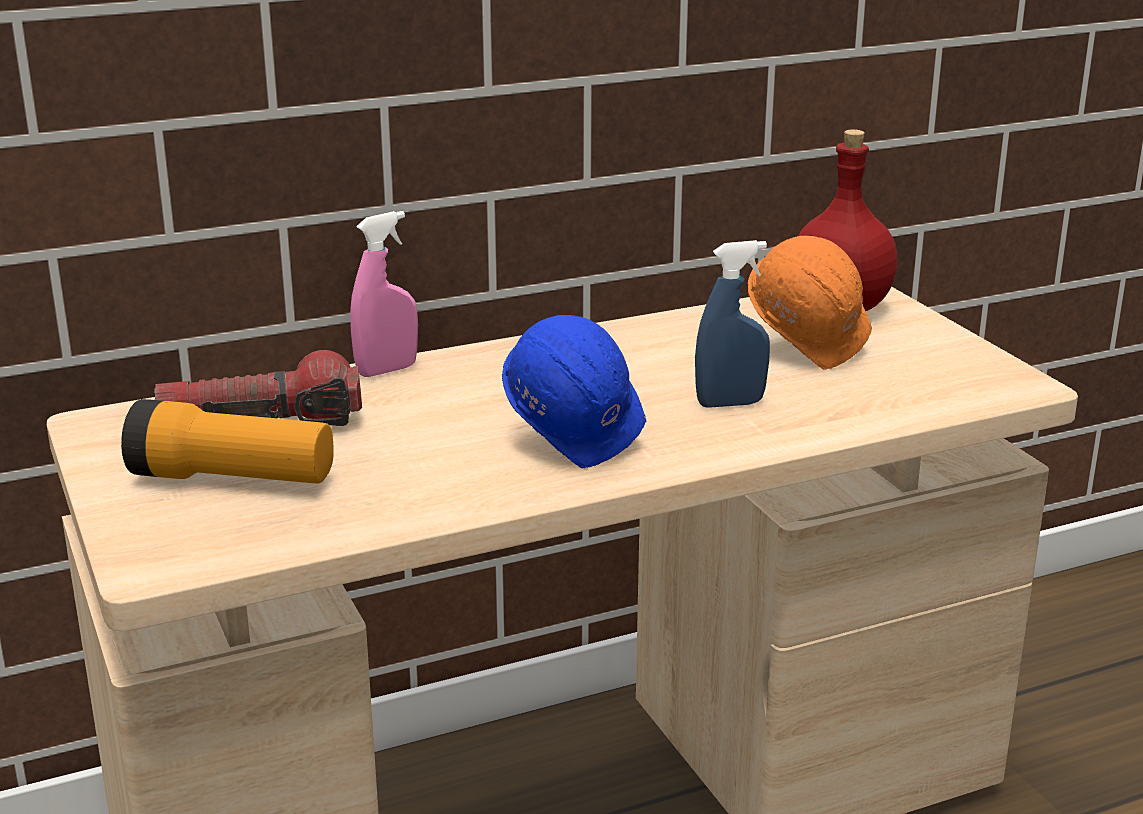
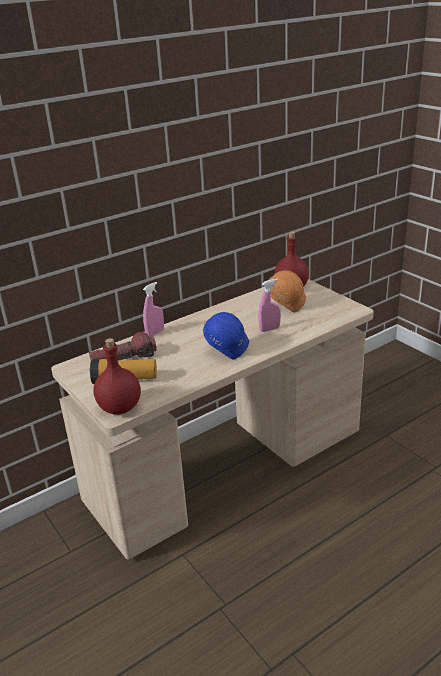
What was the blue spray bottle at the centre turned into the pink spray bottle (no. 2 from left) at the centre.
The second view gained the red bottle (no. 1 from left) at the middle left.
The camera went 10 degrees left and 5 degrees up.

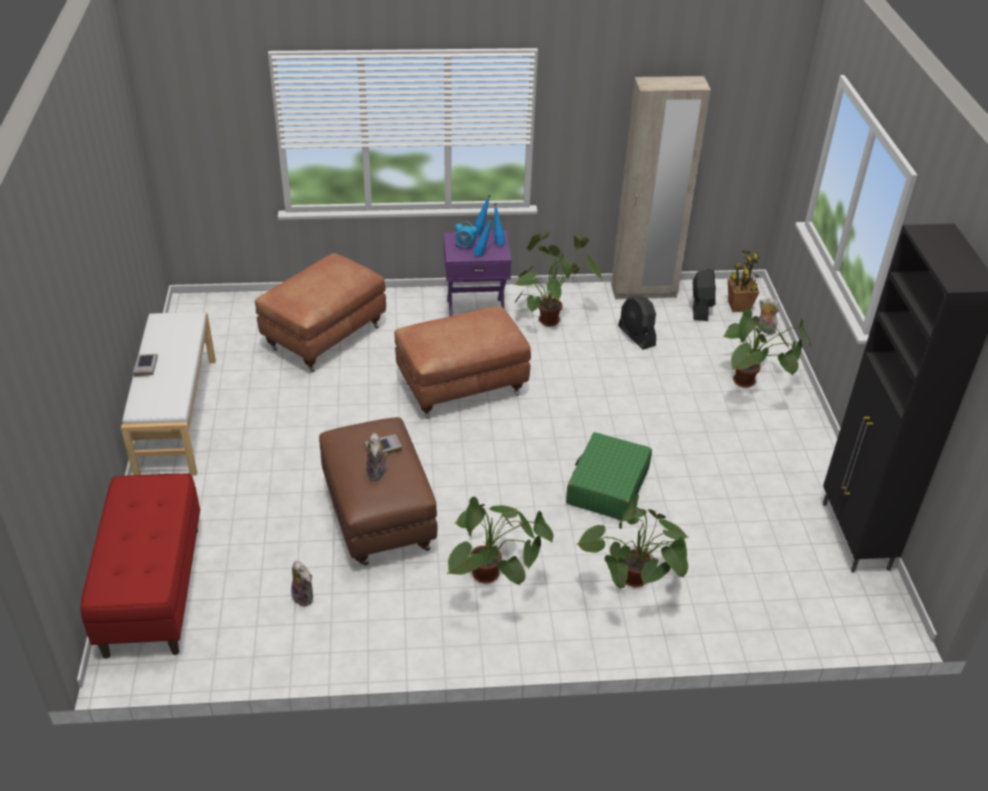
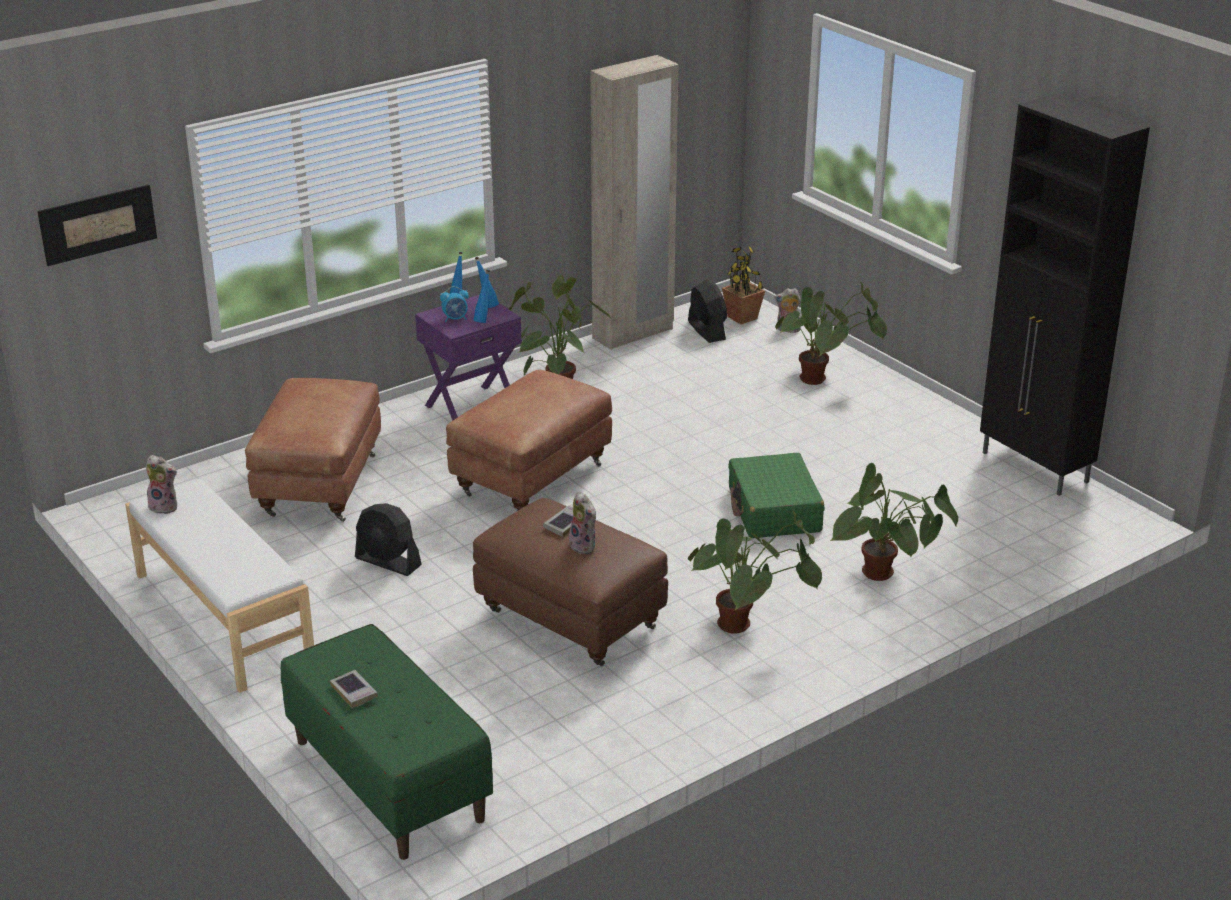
The black fan (no. 1 from left) ended up elsewhere, having gone from the centre to the middle left.
The book (no. 1 from left) ended up elsewhere, having gone from the middle left to the bottom left.
What was the red bench at the bottom left turned into the green bench at the bottom left.
The plush toy (no. 1 from left) ended up elsewhere, having gone from the bottom left to the middle left.
The second view gained the picture at the top left.
The camera went 30 degrees left and 10 degrees down.

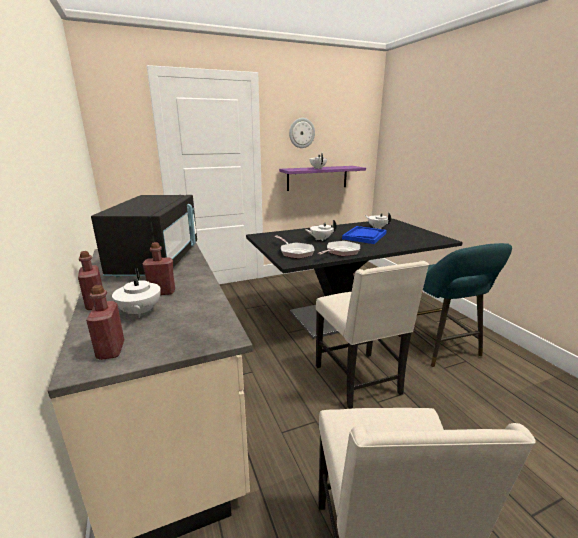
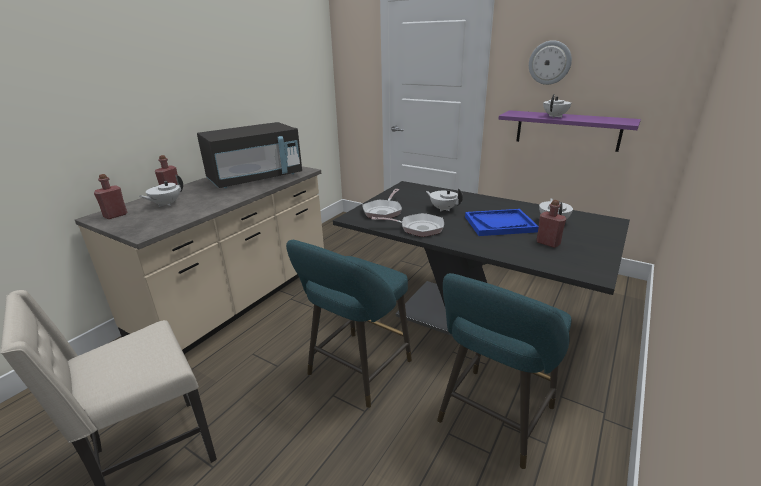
The red bottle (no. 3 from left) ended up elsewhere, having gone from the middle left to the middle right.
Where the beige chair (no. 1 from left) stood at the centre, the turquoise stool (no. 1 from left) came to stand at the bottom centre.
The camera went 55 degrees right and 5 degrees up.

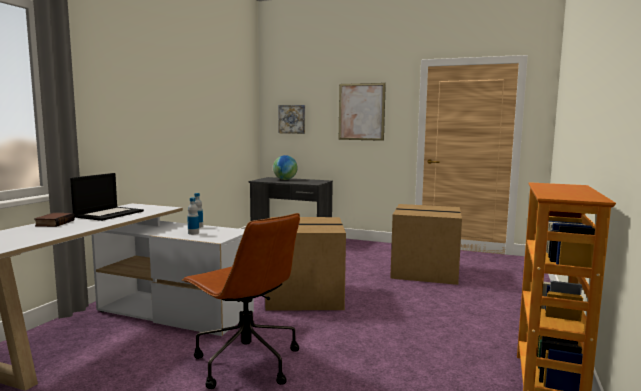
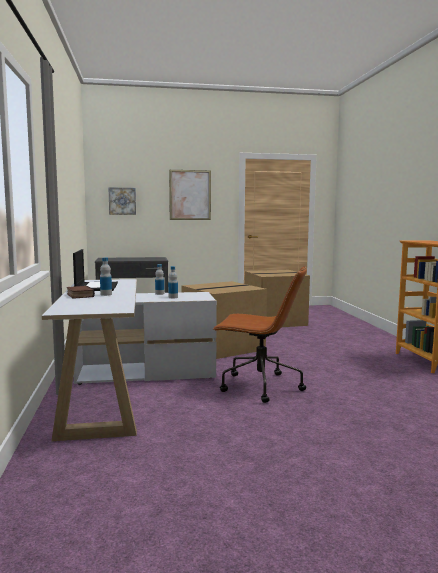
The second view lost the globe at the centre.
The second view gained the bottle (no. 1 from left) at the middle left.
The camera went 30 degrees left and 0 degrees up.

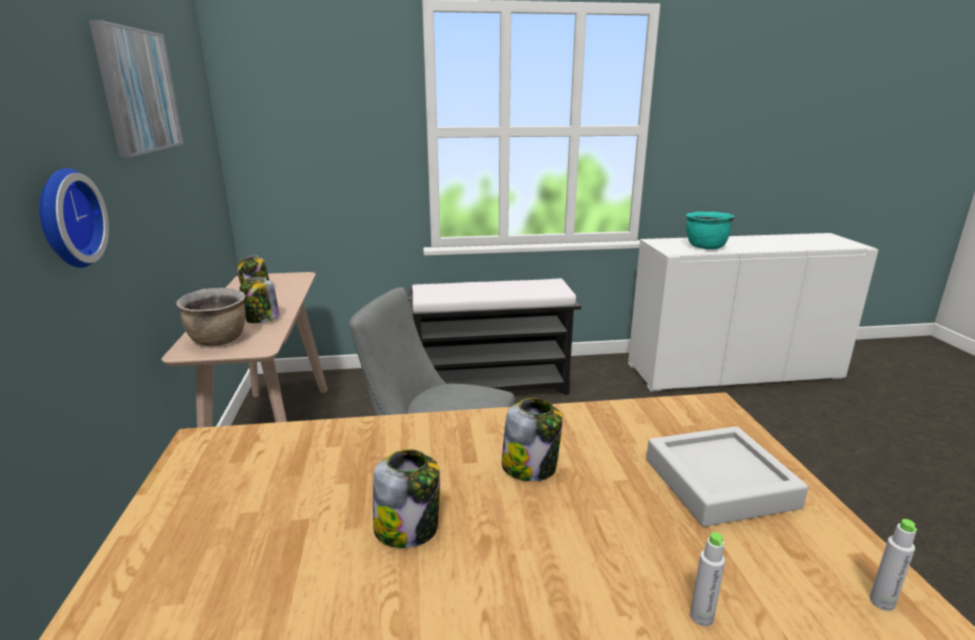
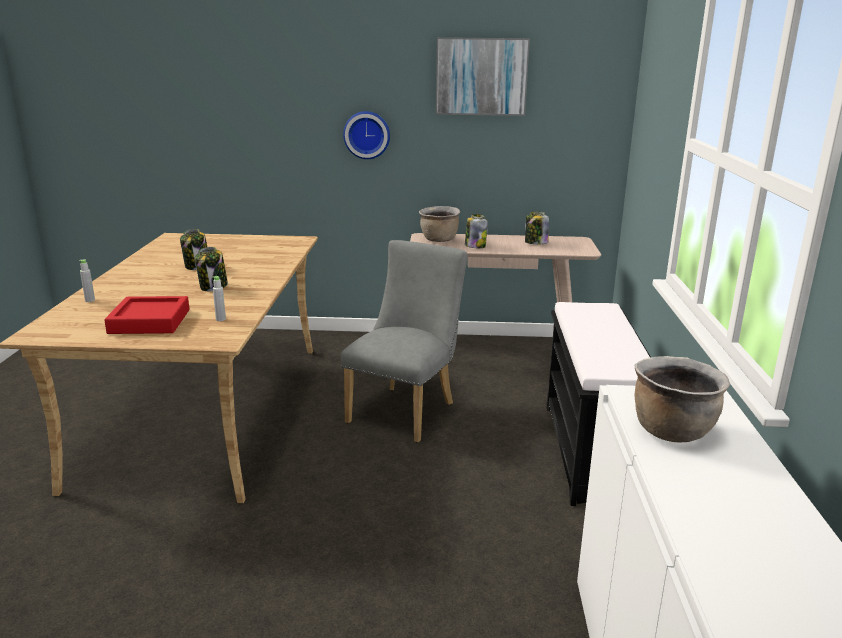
What was the turquoise cooking pot at the middle right turned into the brown cooking pot (no. 2 from left) at the middle right.
What was the grey tray at the bottom right turned into the red tray at the middle left.
The grey bottle (no. 2 from left) ended up elsewhere, having gone from the bottom right to the middle left.
The camera went 100 degrees right and 0 degrees up.

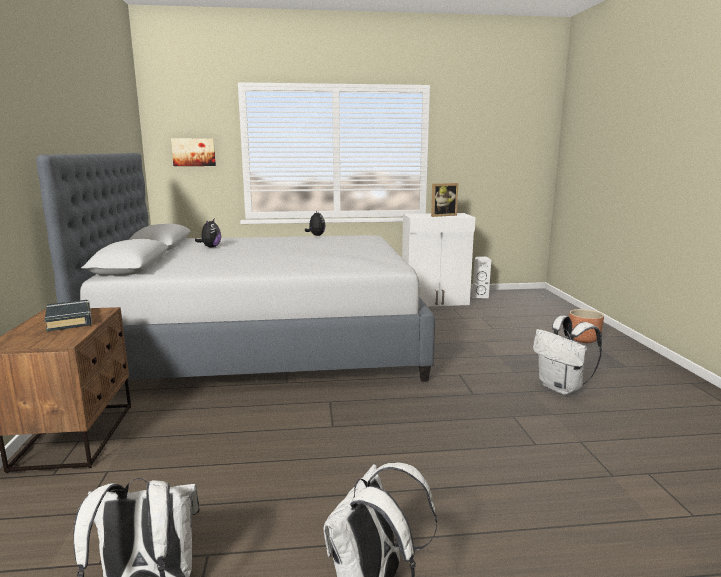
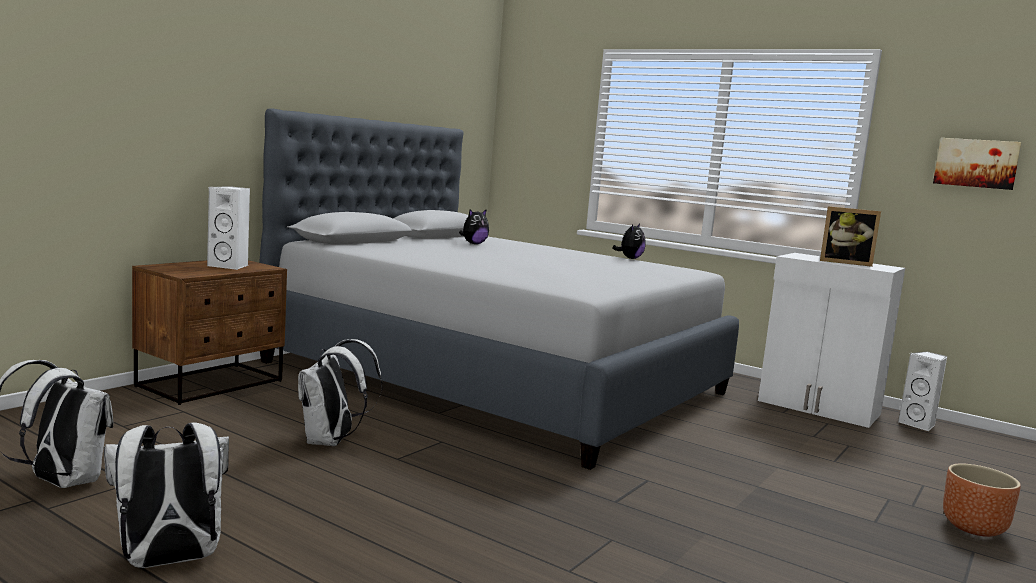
The picture ended up elsewhere, having gone from the top left to the top right.
Where the black book stood at the middle left, the white speaker (no. 1 from left) came to stand at the middle left.
The white backpack (no. 3 from left) ended up elsewhere, having gone from the middle right to the bottom left.
The camera went 40 degrees right and 5 degrees down.

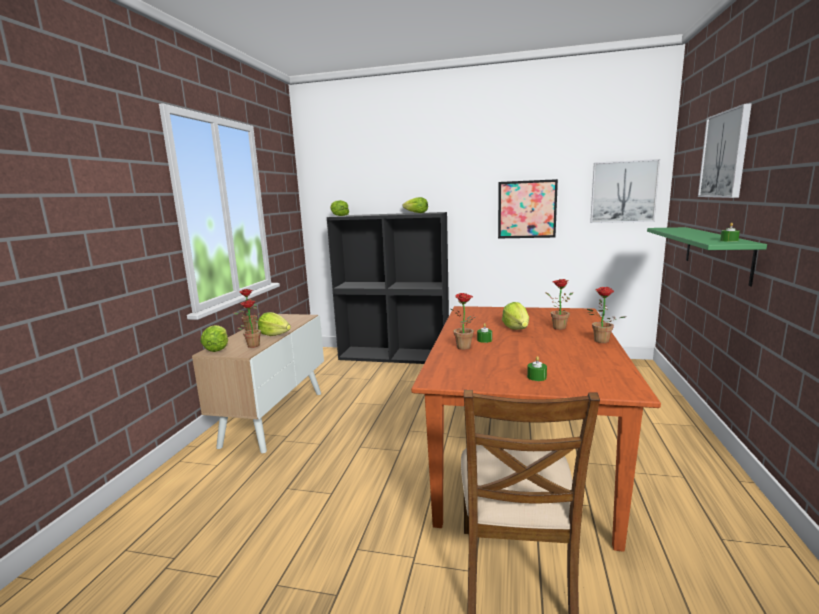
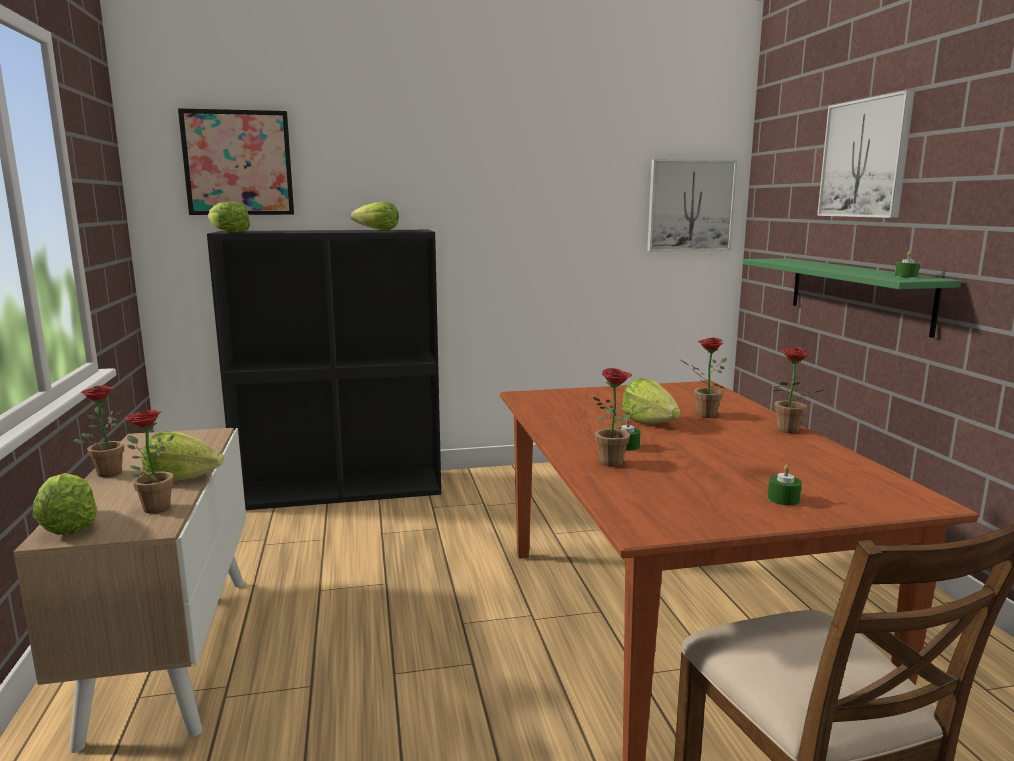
The picture (no. 1 from left) ended up elsewhere, having gone from the centre to the top left.
The camera went 25 degrees left and 0 degrees up.

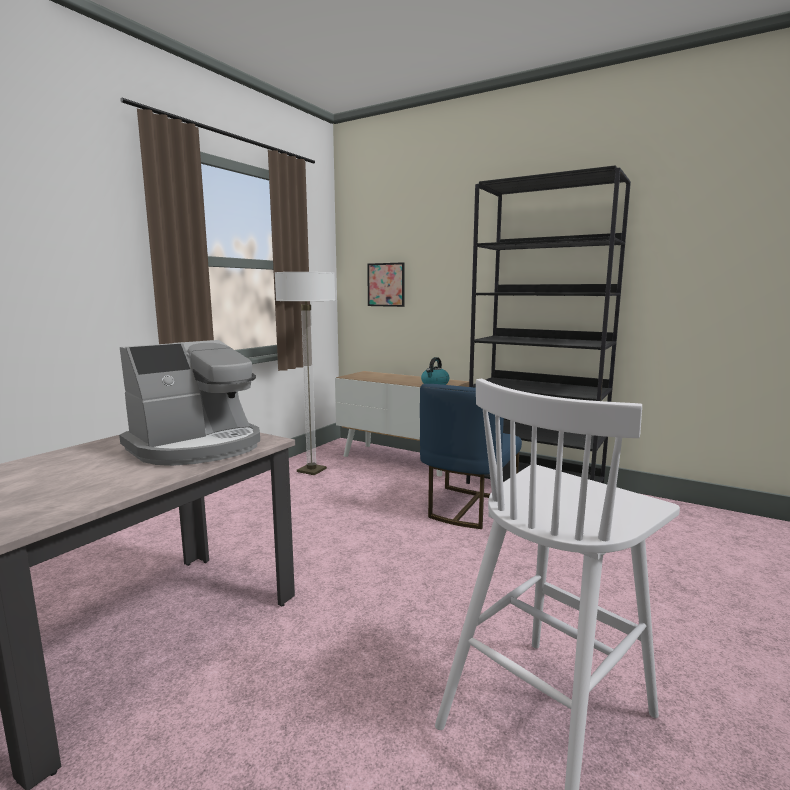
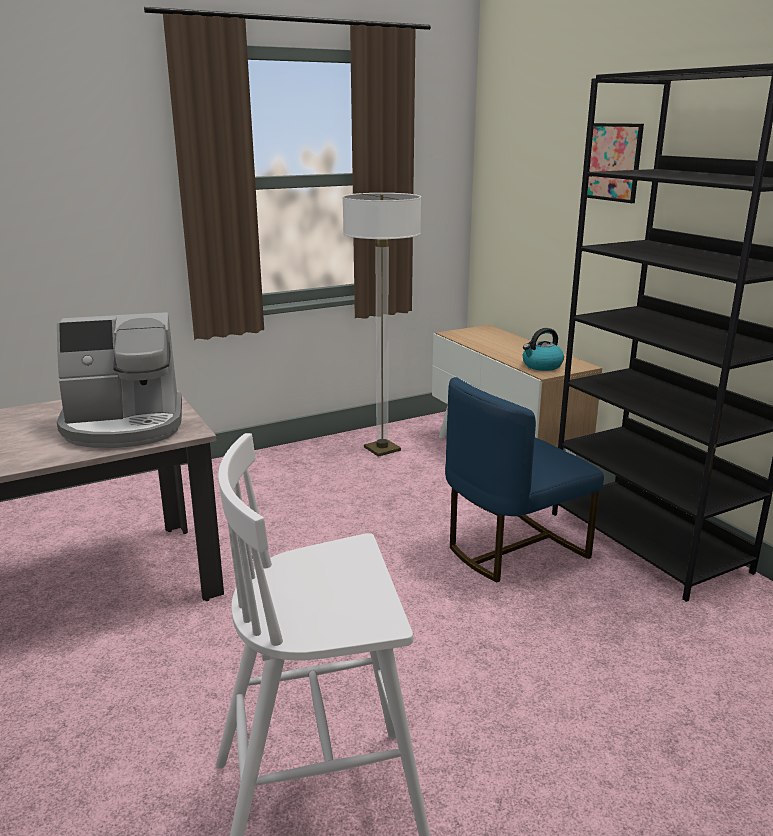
The picture ended up elsewhere, having gone from the centre to the top right.
The camera went 30 degrees right and 10 degrees up.

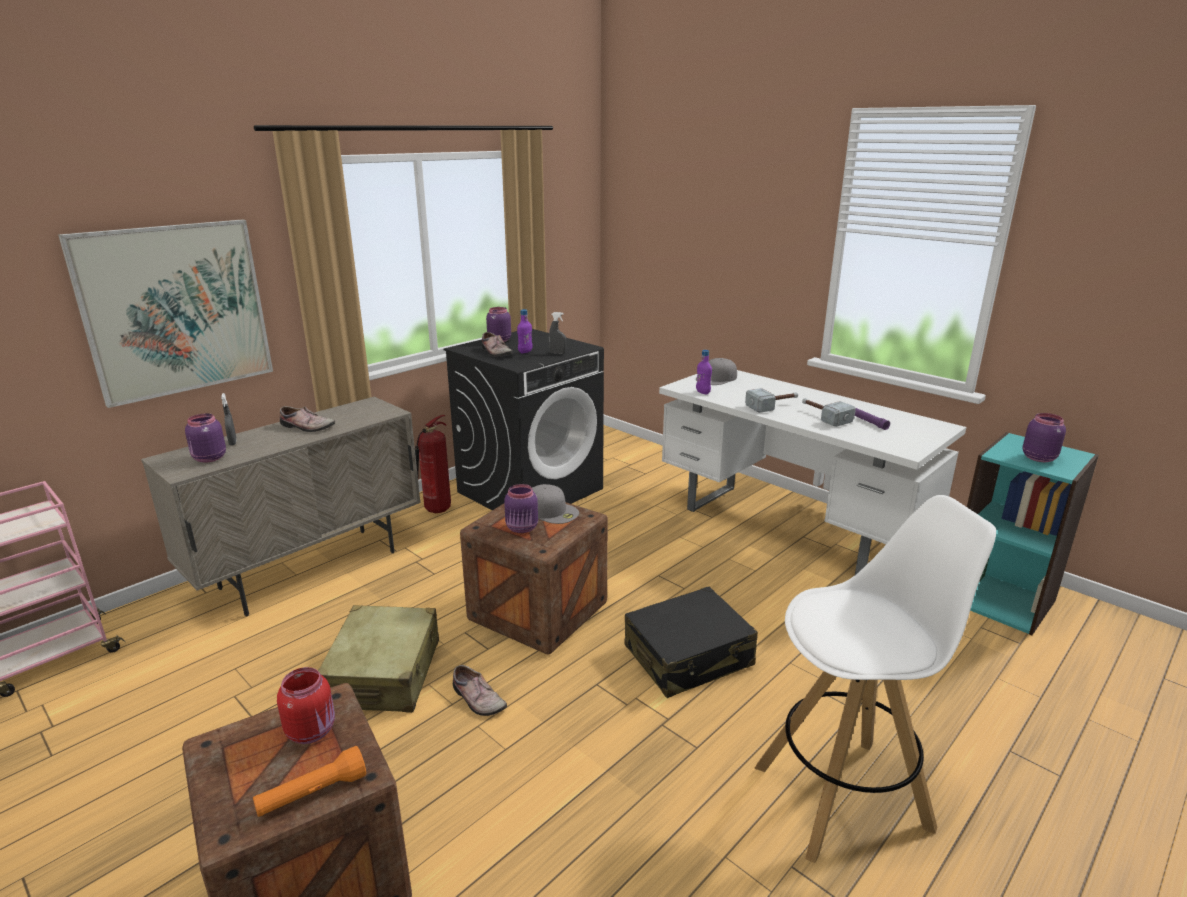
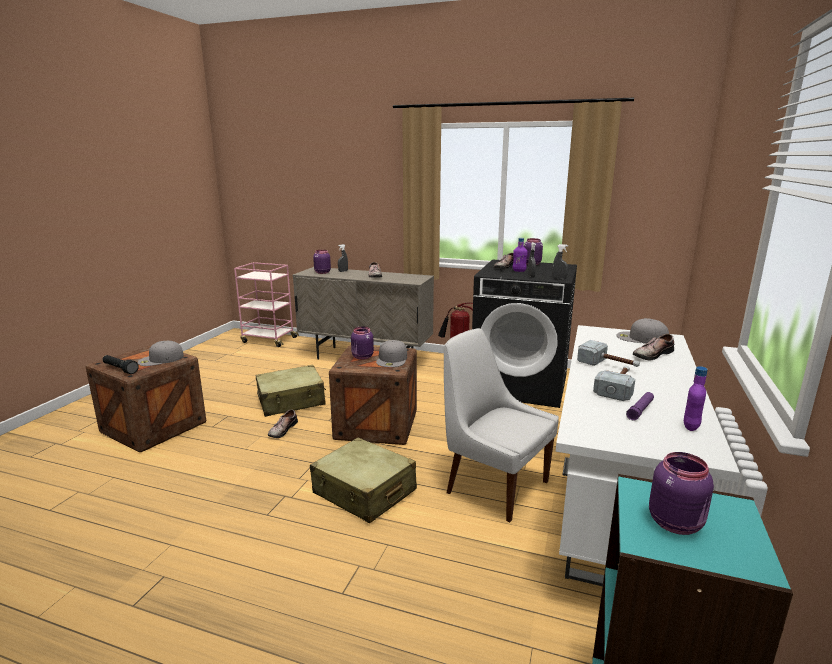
The second view lost the picture at the middle left.
The purple bottle (no. 2 from left) ended up elsewhere, having gone from the centre to the middle right.
The second view lost the white stool at the bottom right.
What was the black suitcase at the bottom centre turned into the beige suitcase (no. 2 from left) at the bottom centre.
Where the red jar stood at the bottom left, the grey cap (no. 1 from left) came to stand at the middle left.
What was the orange flashlight at the bottom left turned into the black flashlight at the middle left.
The second view gained the grey spray bottle (no. 3 from left) at the middle right.
The second view gained the white chair at the centre.
The second view gained the shoe (no. 4 from left) at the middle right.
The camera went 65 degrees right and 5 degrees down.

